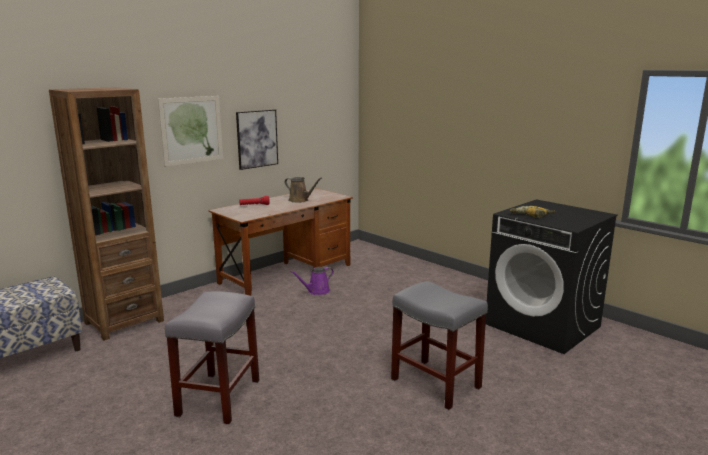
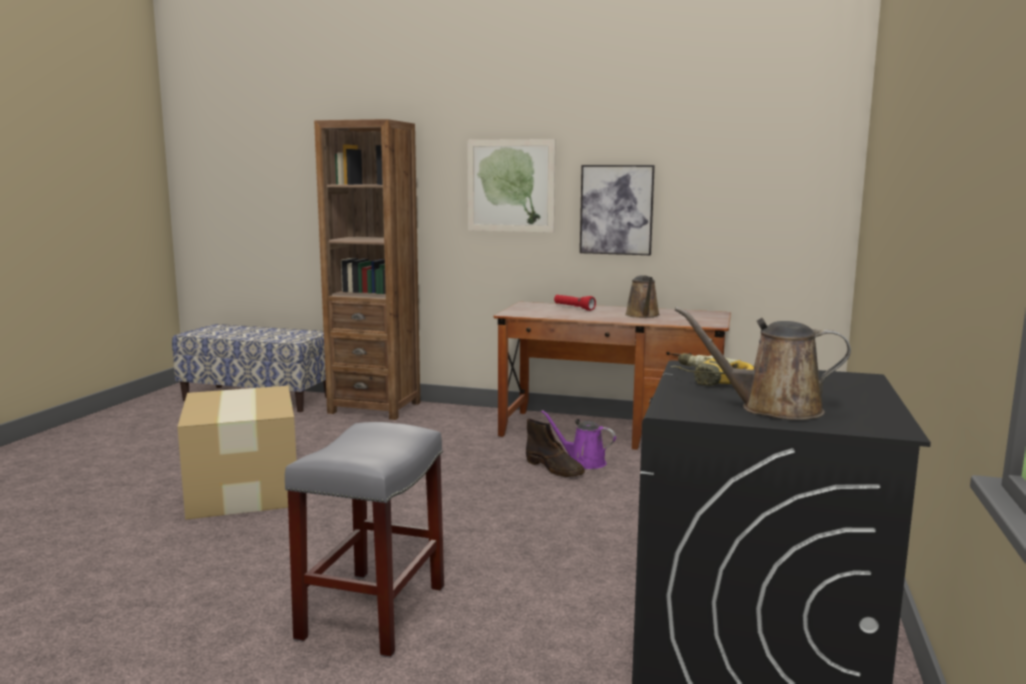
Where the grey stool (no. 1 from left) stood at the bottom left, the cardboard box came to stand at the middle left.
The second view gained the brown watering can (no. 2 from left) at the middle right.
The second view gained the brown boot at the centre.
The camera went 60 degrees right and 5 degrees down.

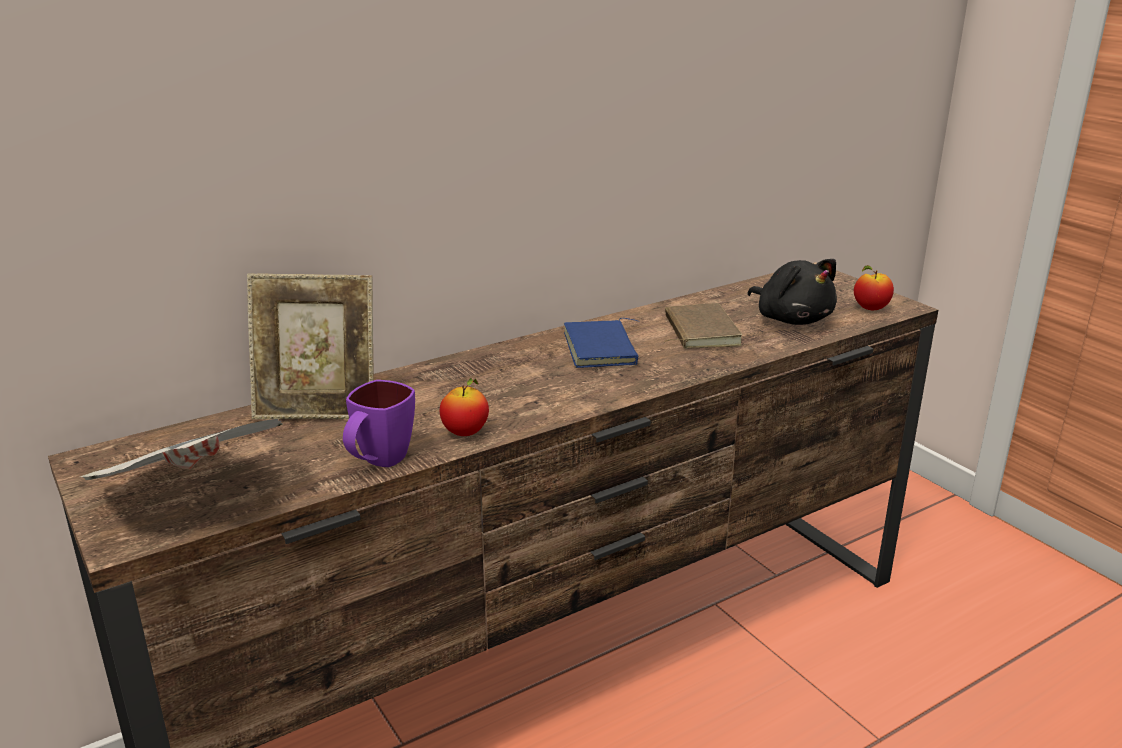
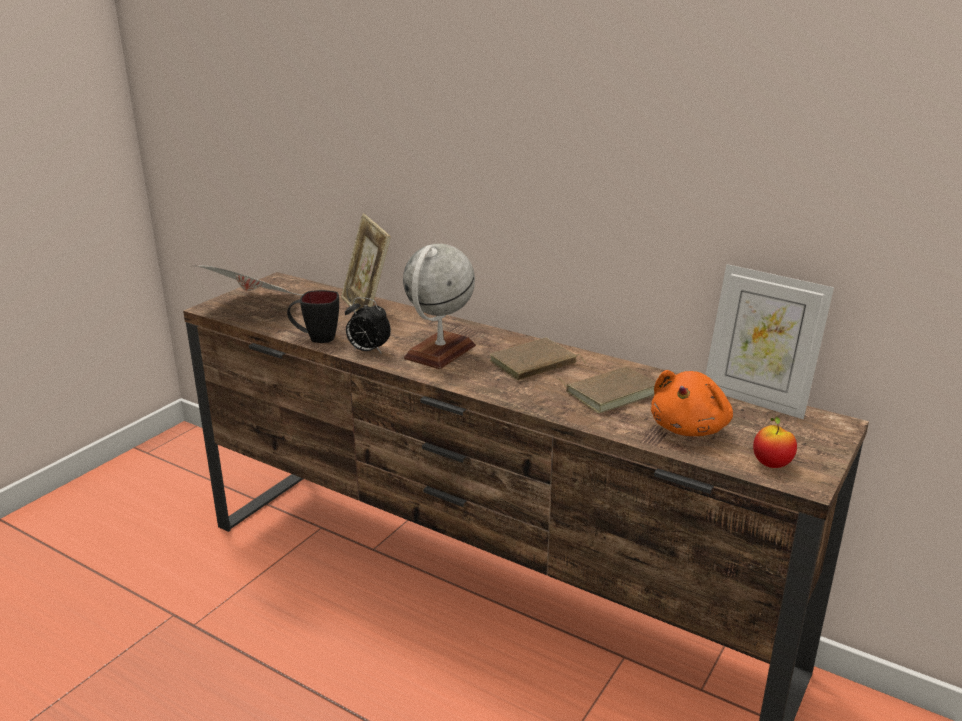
What was the black plush toy at the middle right turned into the orange plush toy at the middle right.
What was the blue book at the centre turned into the brown book (no. 1 from left) at the centre.
Where the apple (no. 1 from left) stood at the centre, the alarm clock came to stand at the centre.
What was the purple mug at the centre turned into the black mug at the middle left.
The second view gained the globe at the centre.
The second view gained the picture frame (no. 2 from left) at the middle right.
The camera went 65 degrees right and 0 degrees up.

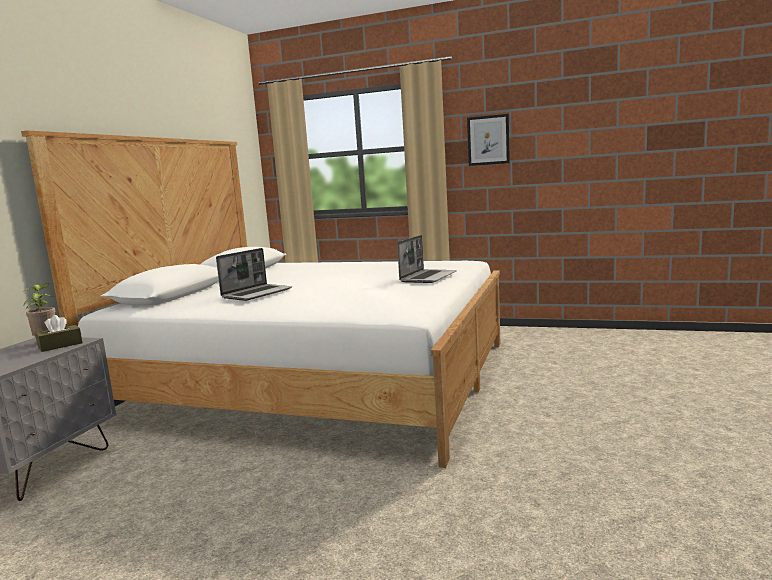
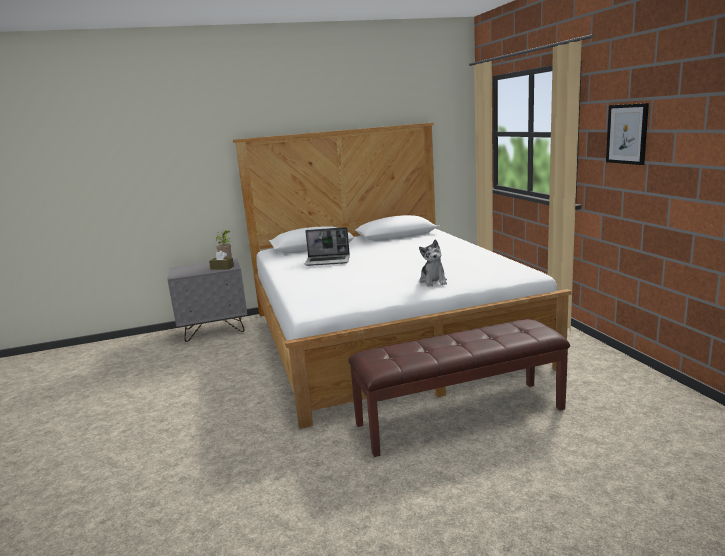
Where the laptop (no. 2 from left) stood at the centre, the plush toy came to stand at the centre.
The second view gained the brown bench at the bottom centre.
The camera went 55 degrees right and 5 degrees up.

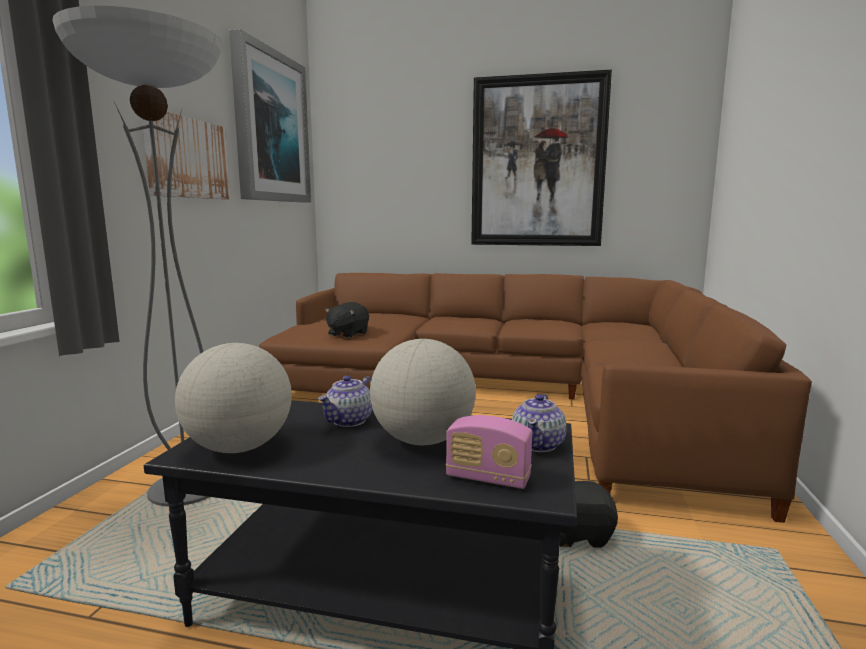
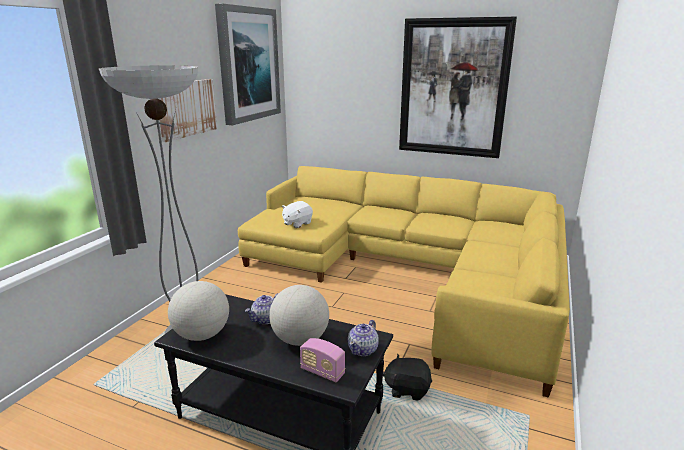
What was the brown sofa at the centre turned into the yellow sofa at the centre.
What was the black plush toy (no. 1 from left) at the centre turned into the white plush toy at the centre.
The camera went 10 degrees right and 10 degrees up.

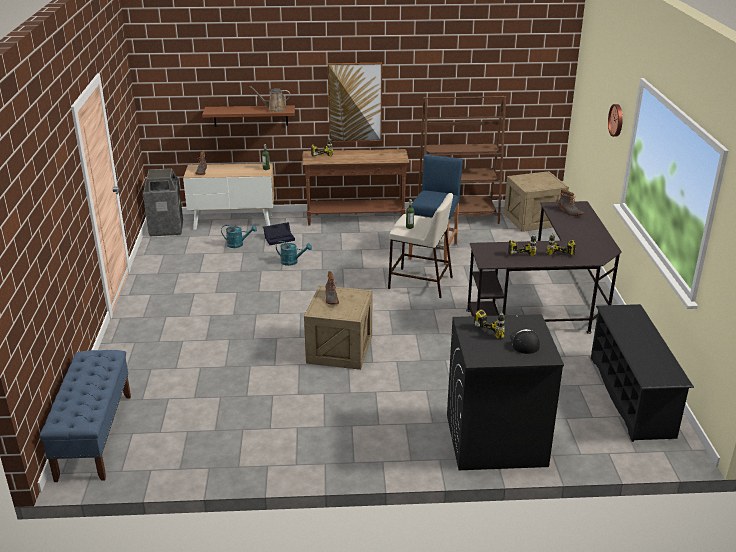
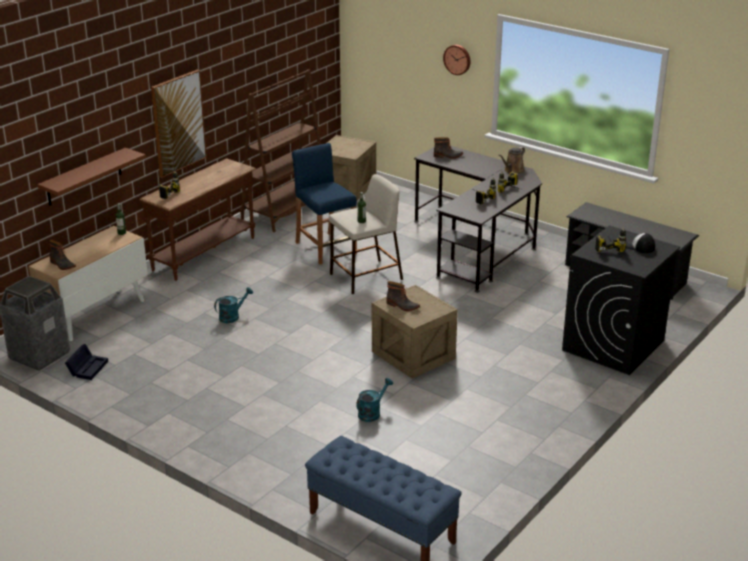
The brown watering can ended up elsewhere, having gone from the top centre to the top right.
The black storage box ended up elsewhere, having gone from the centre to the middle left.
The turquoise watering can (no. 1 from left in the first image) ended up elsewhere, having gone from the middle left to the bottom centre.
The camera went 50 degrees left and 0 degrees up.

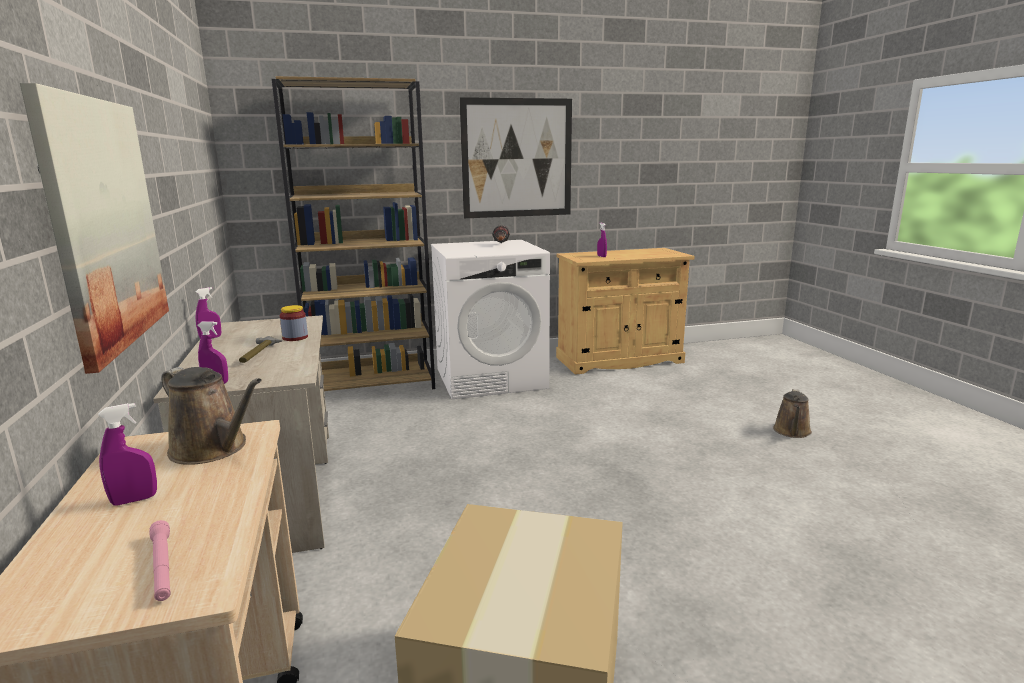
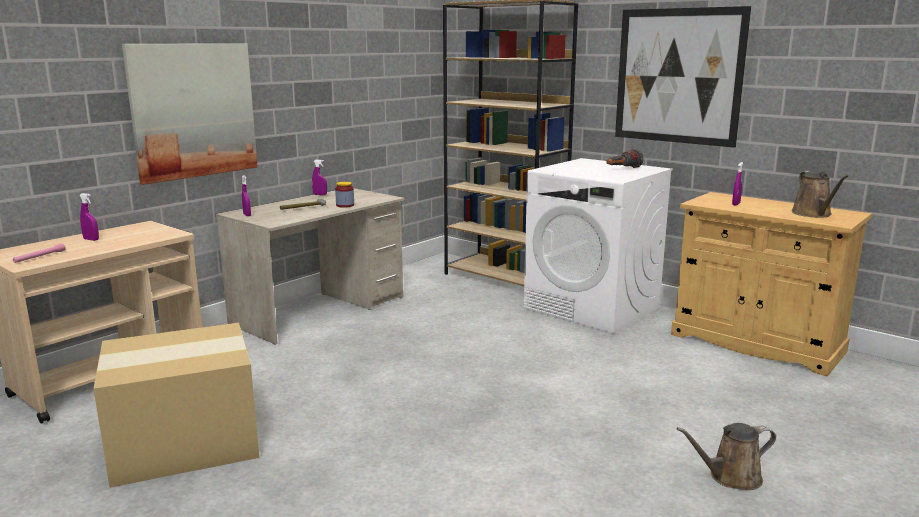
The brown watering can (no. 1 from left in the first image) ended up elsewhere, having gone from the middle left to the middle right.
The camera went 55 degrees right and 0 degrees up.

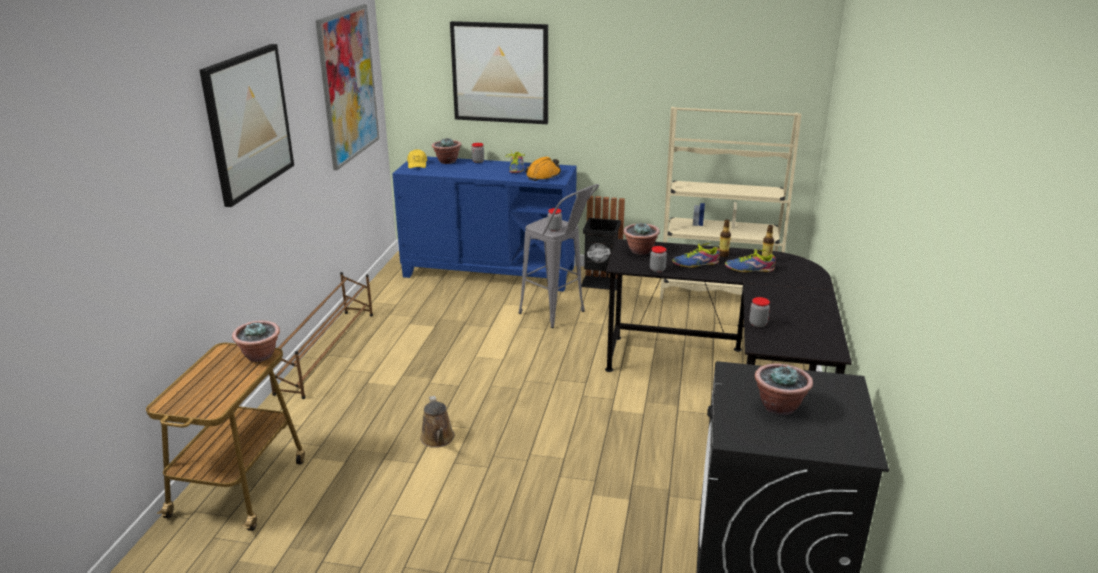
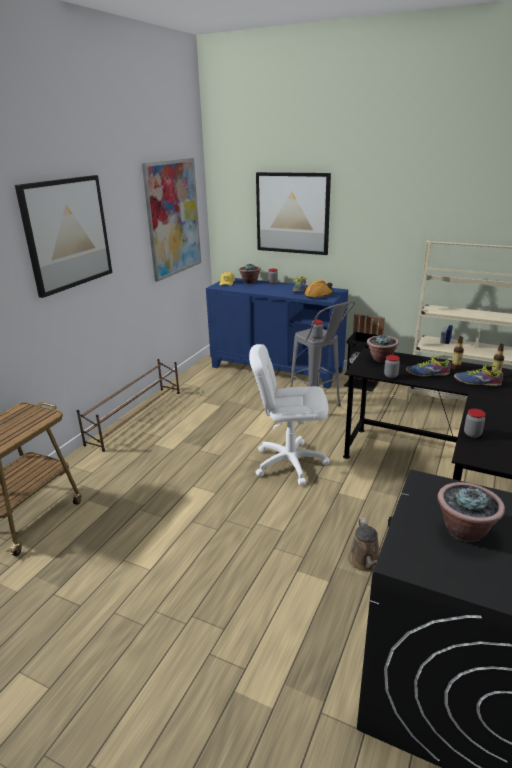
The second view lost the potted plant (no. 1 from left) at the middle left.
The brown watering can ended up elsewhere, having gone from the bottom centre to the bottom right.
The second view gained the white office chair at the centre.
The camera went 15 degrees right and 0 degrees up.

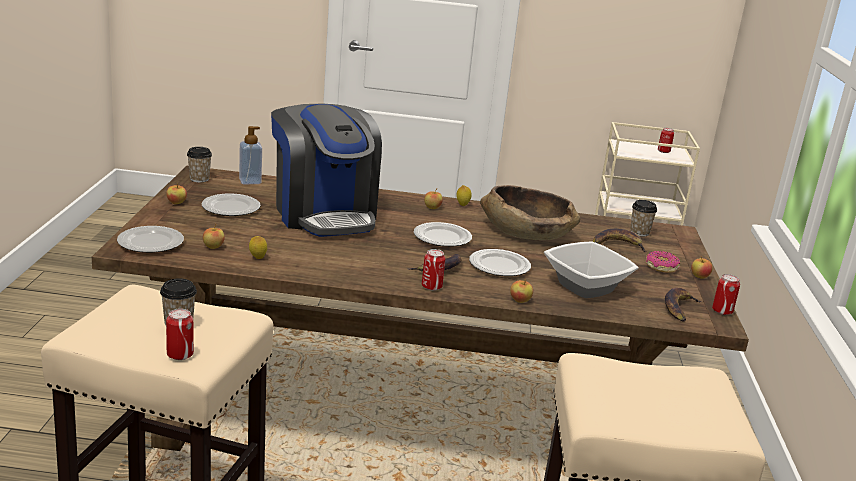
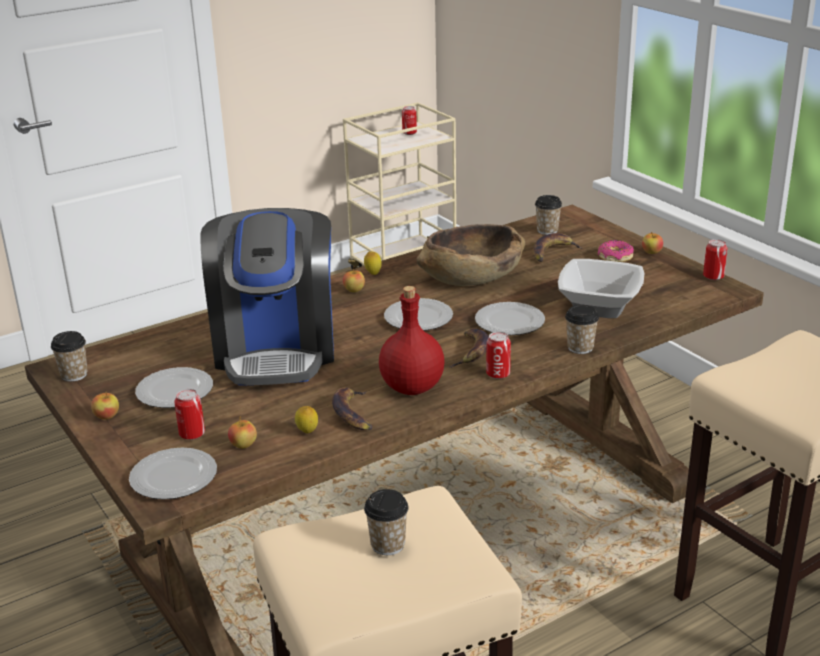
The coffee machine at the centre ended up facing another way, 60 degrees clockwise from before.
The second view lost the soap dispenser at the top left.
Where the apple (no. 4 from left) stood at the centre, the cup (no. 4 from left) came to stand at the middle right.
The banana (no. 3 from left in the first image) ended up elsewhere, having gone from the middle right to the centre.
The can (no. 1 from left) ended up elsewhere, having gone from the bottom left to the middle left.
The second view gained the red bottle at the centre.
The camera went 35 degrees left and 5 degrees up.

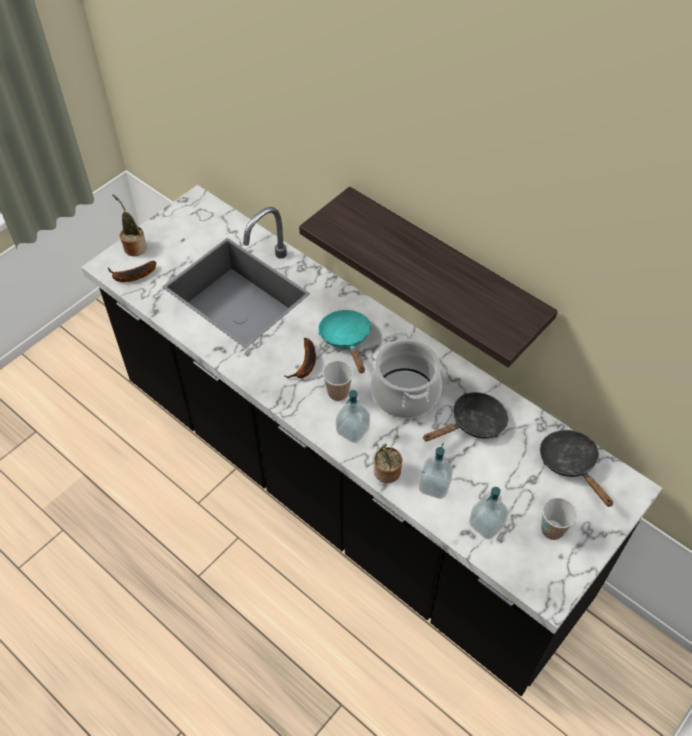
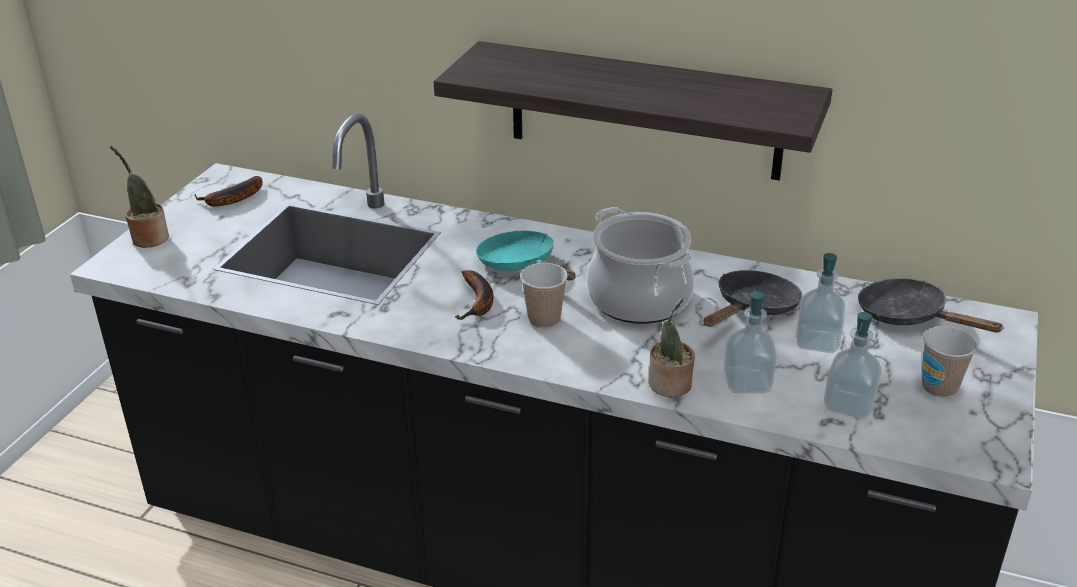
The banana (no. 1 from left) ended up elsewhere, having gone from the middle left to the top left.
The soap dispenser (no. 1 from left in the first image) ended up elsewhere, having gone from the centre to the middle right.
The camera went 20 degrees left and 20 degrees down.

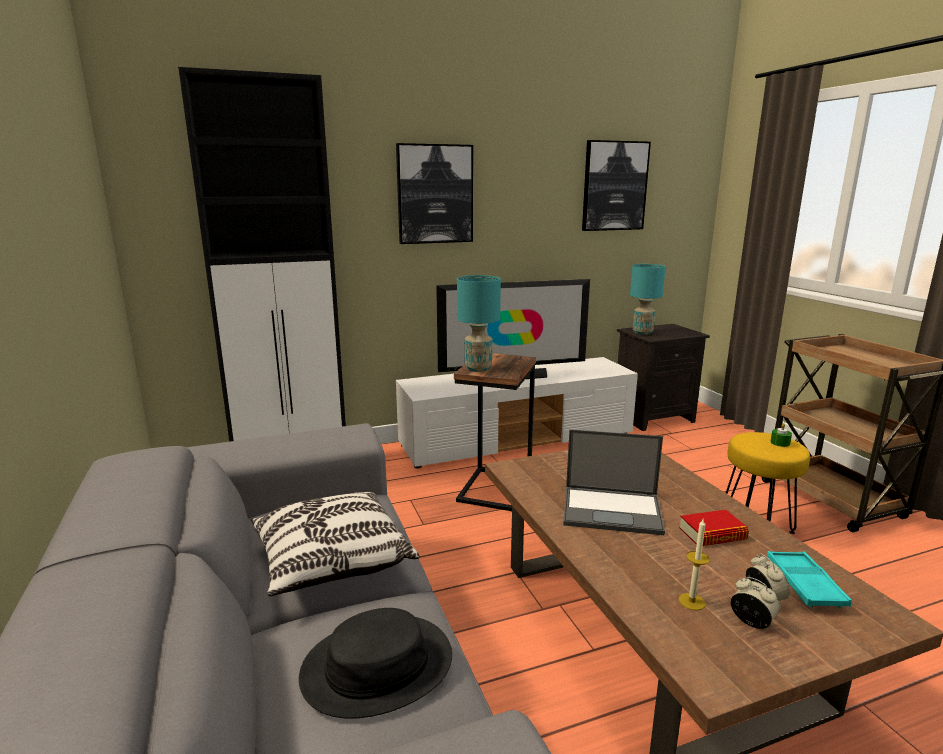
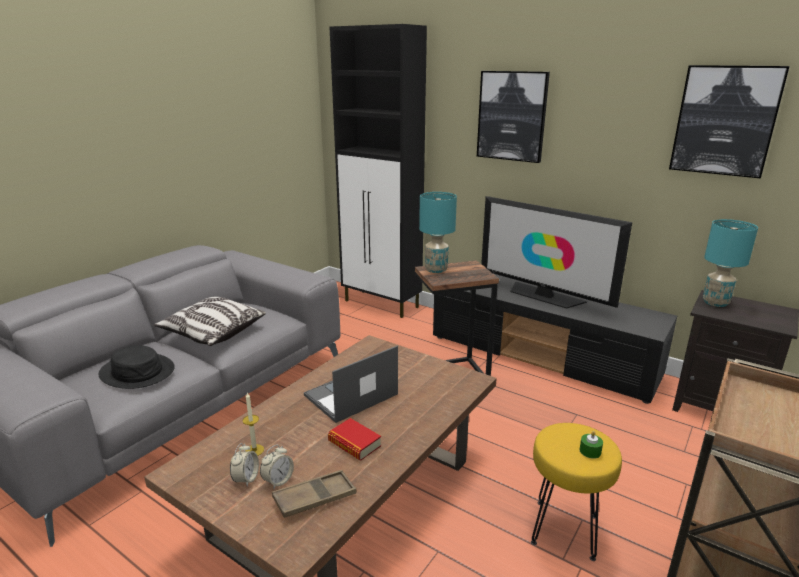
What was the white tv stand at the centre turned into the black tv stand at the middle right.
The laptop at the centre ended up facing another way, 75 degrees clockwise from before.
What was the turquoise tray at the bottom right turned into the brown tray at the bottom centre.
The camera went 55 degrees right and 5 degrees up.

